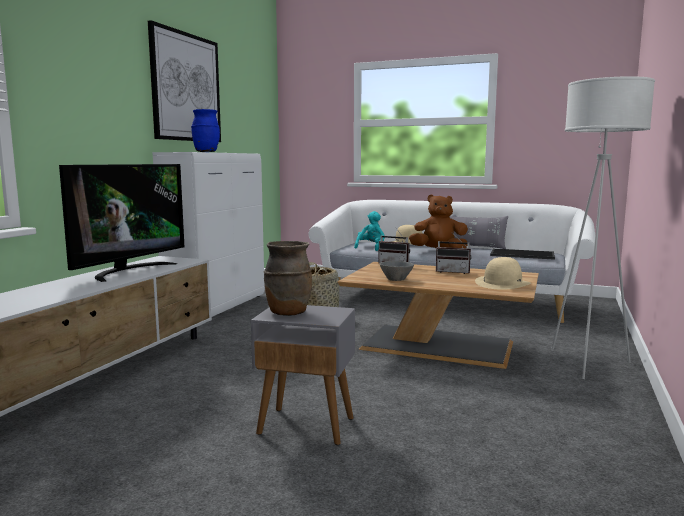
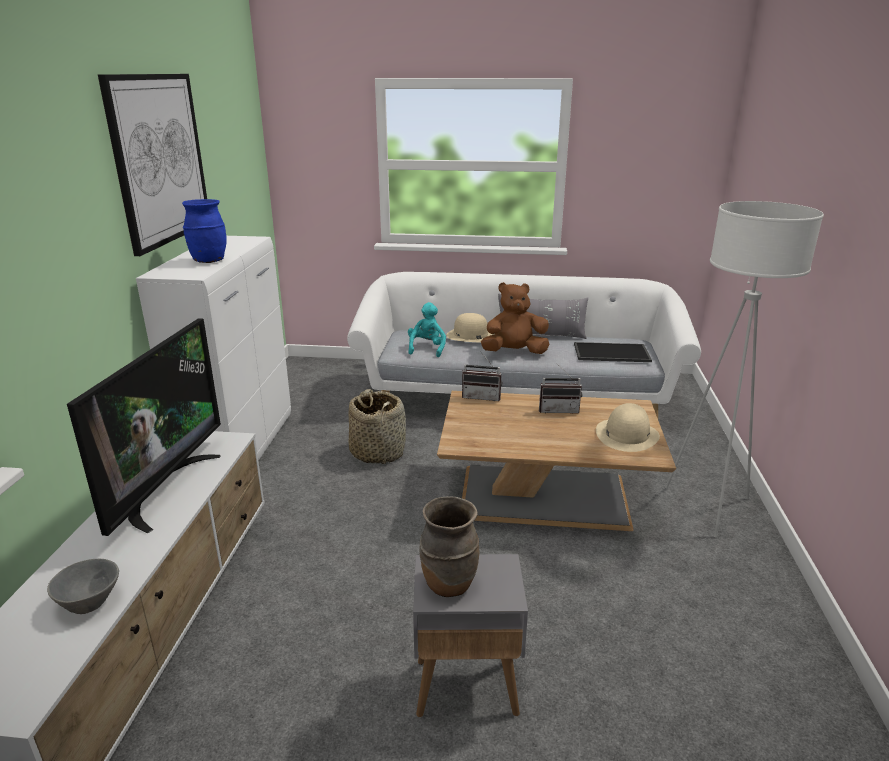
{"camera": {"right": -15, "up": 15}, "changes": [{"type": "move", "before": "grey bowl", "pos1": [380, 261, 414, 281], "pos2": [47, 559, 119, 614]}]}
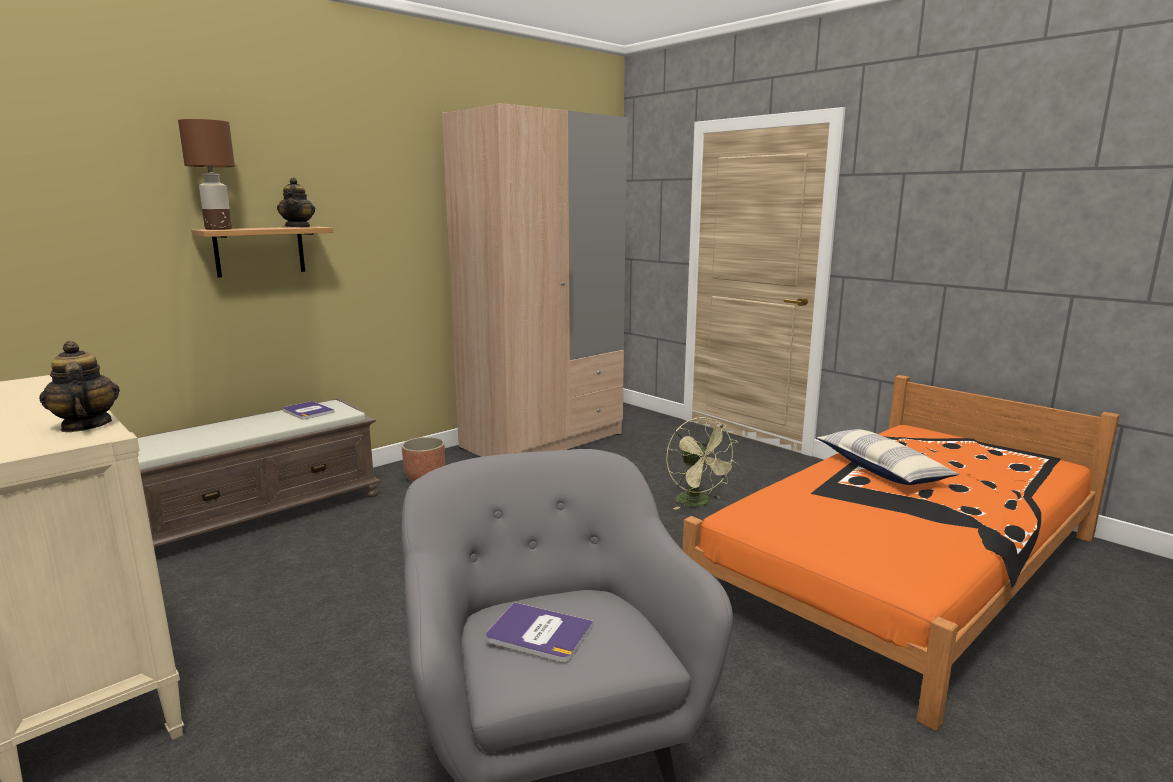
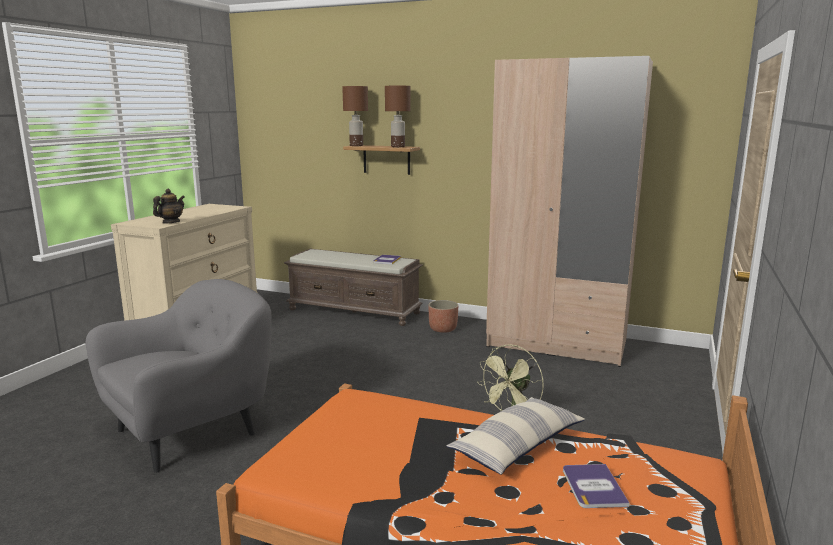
{"camera": {"right": 65, "up": 0}, "changes": [{"type": "replace", "before": "teapot", "after": "brown table lamp", "pos1": [277, 178, 315, 228], "pos2": [385, 86, 411, 147]}, {"type": "move", "before": "book", "pos1": [486, 602, 593, 662], "pos2": [563, 464, 630, 508]}]}
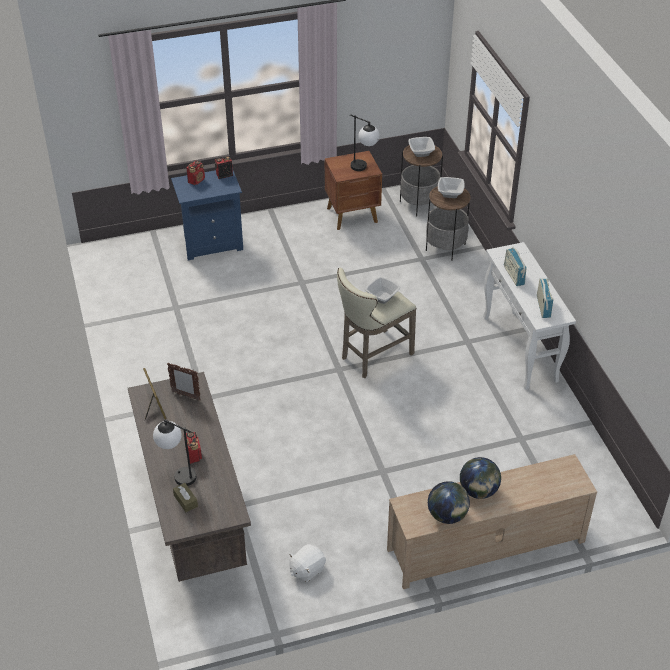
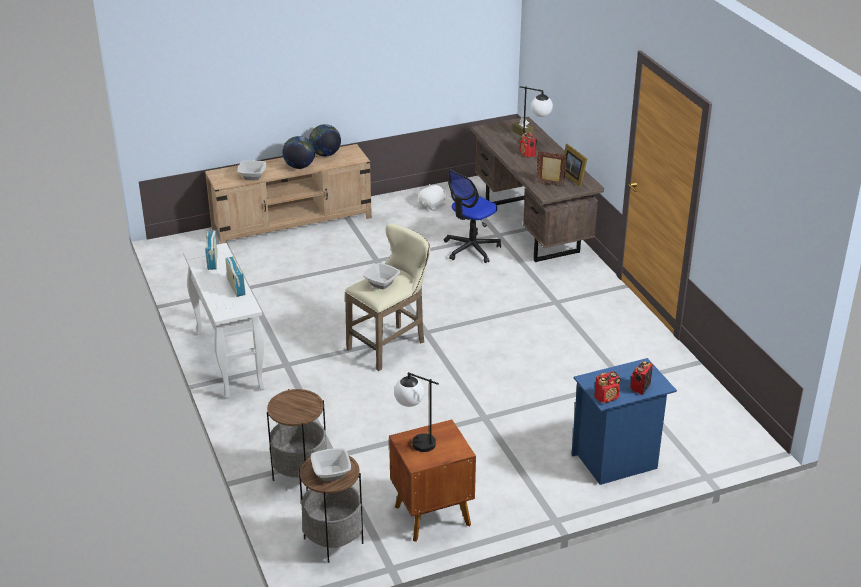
{"camera": {"right": 175, "up": -10}, "changes": [{"type": "move", "before": "bowl", "pos1": [438, 177, 465, 198], "pos2": [238, 160, 266, 180]}, {"type": "insert", "after": "office chair", "pos2": [444, 169, 501, 263]}]}
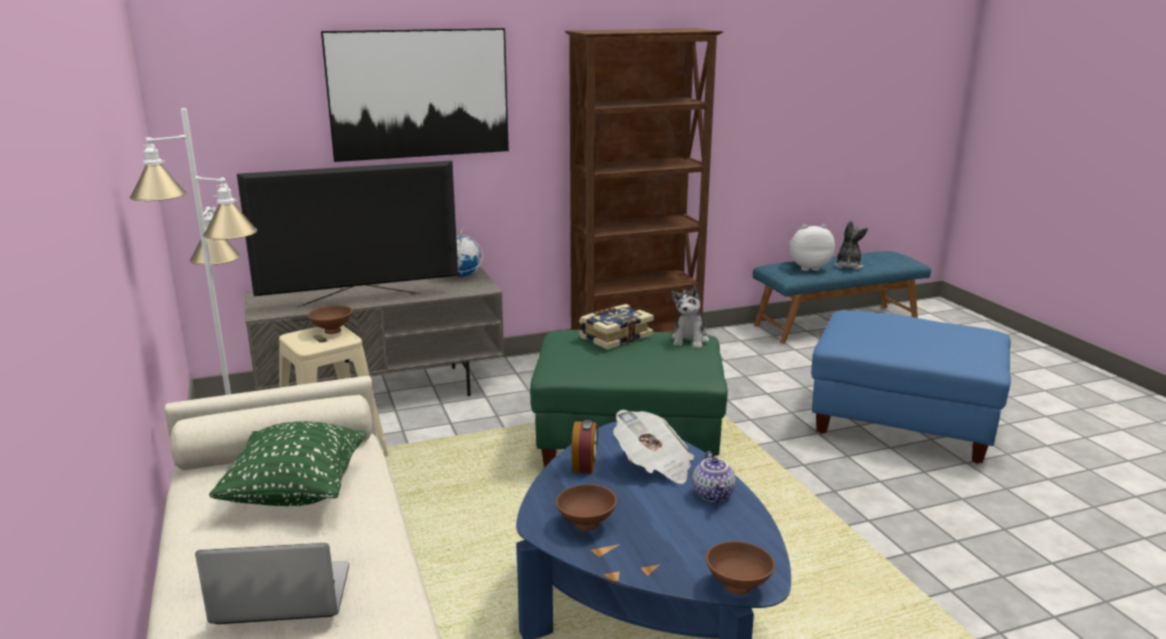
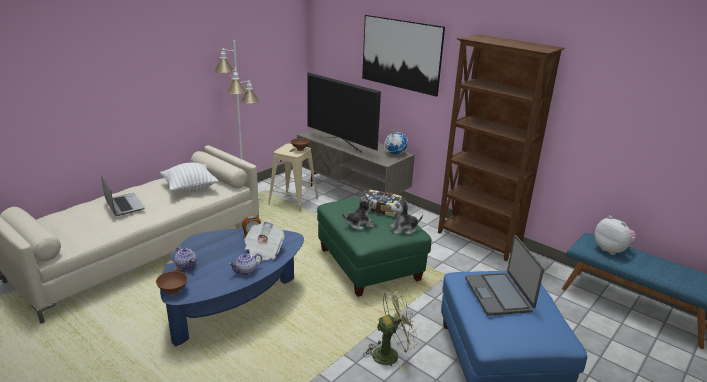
{"camera": {"right": 60, "up": 5}, "changes": [{"type": "move", "before": "plush toy", "pos1": [834, 220, 868, 270], "pos2": [342, 191, 377, 230]}, {"type": "recolor", "before": "green pillow", "after": "white pillow", "pos1": [209, 421, 366, 506], "pos2": [160, 163, 219, 193]}, {"type": "delete", "before": "brown bowl", "pos1": [556, 484, 617, 531]}, {"type": "insert", "after": "laptop", "pos2": [465, 235, 544, 316]}, {"type": "insert", "after": "teapot", "pos2": [175, 246, 197, 270]}, {"type": "insert", "after": "green fan", "pos2": [363, 290, 419, 370]}]}
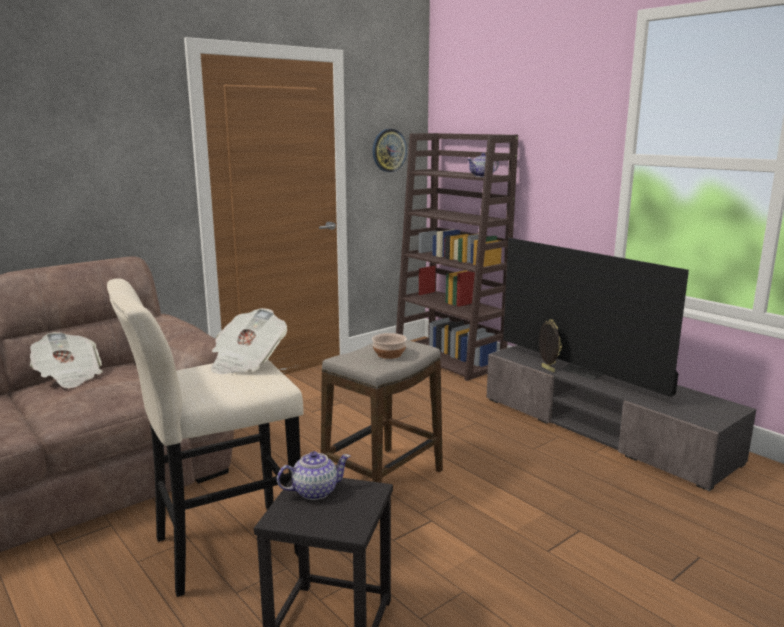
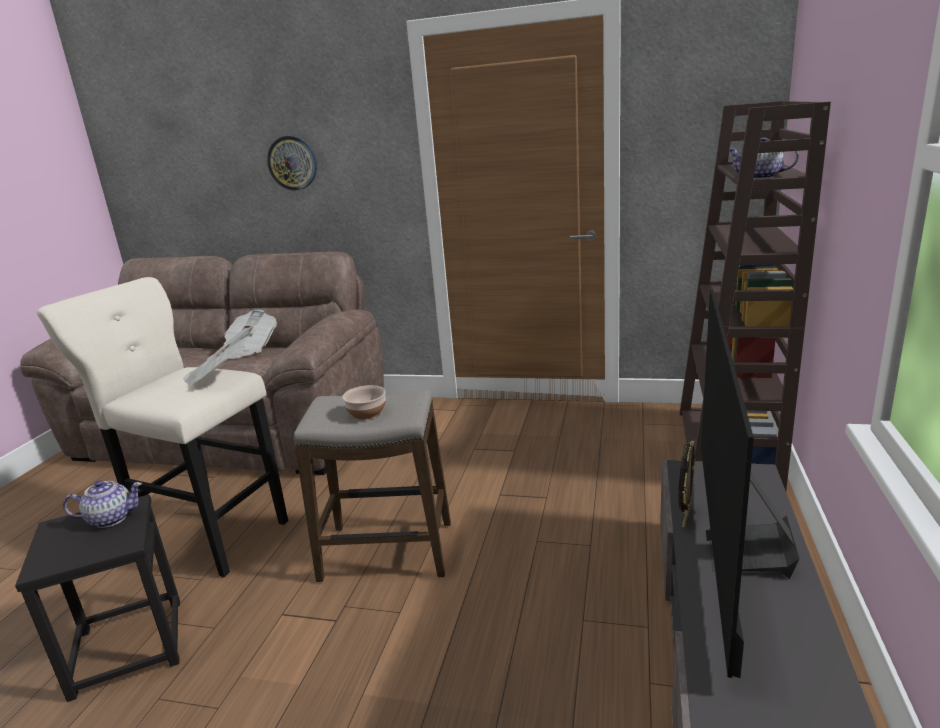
{"camera": {"right": 55, "up": 5}, "changes": [{"type": "move", "before": "wall clock", "pos1": [373, 129, 407, 172], "pos2": [267, 136, 317, 191]}, {"type": "rotate", "before": "teapot", "pos1": [277, 451, 350, 500], "pos2": [63, 480, 142, 528], "turn": -45}]}
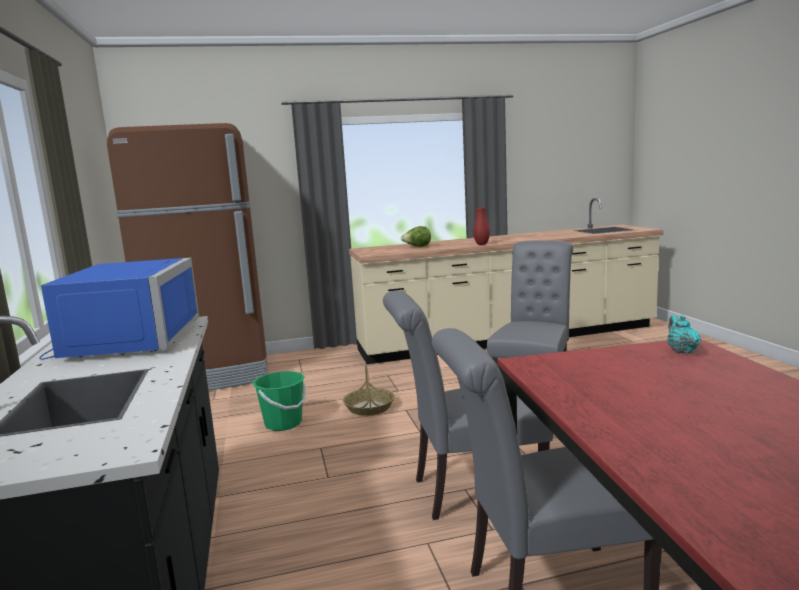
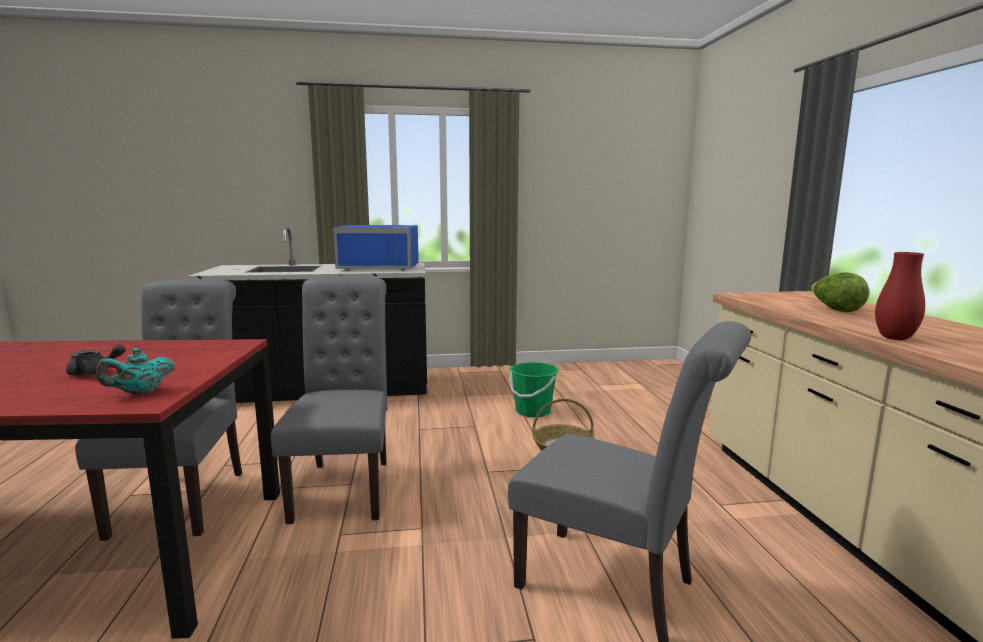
{"camera": {"right": 95, "up": 0}, "changes": [{"type": "delete", "before": "brown fridge", "pos1": [107, 123, 268, 390]}, {"type": "rotate", "before": "turquoise teapot", "pos1": [667, 315, 701, 353], "pos2": [96, 348, 175, 395], "turn": 135}, {"type": "insert", "after": "grey teapot", "pos2": [66, 345, 126, 376]}]}
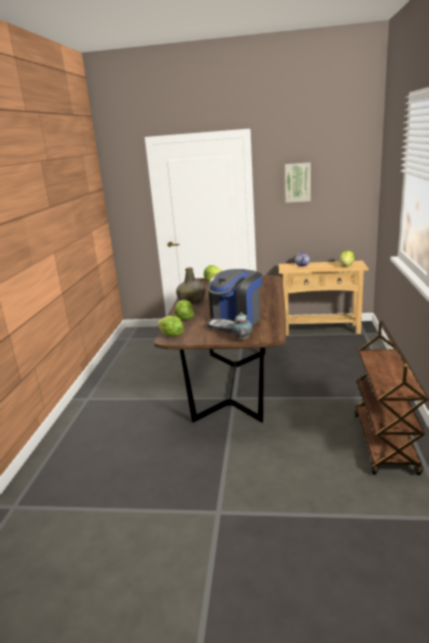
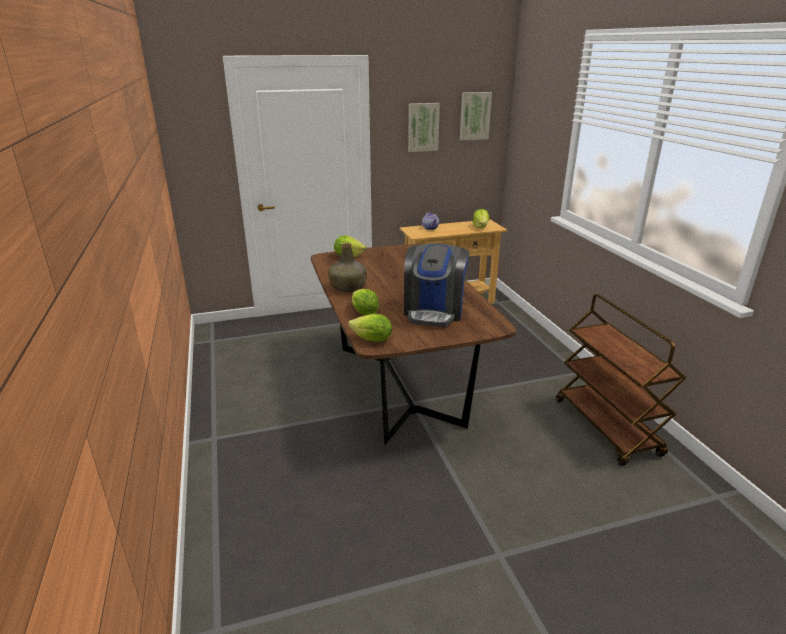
{"camera": {"right": -25, "up": 5}, "changes": [{"type": "delete", "before": "teapot", "pos1": [232, 312, 252, 340]}, {"type": "insert", "after": "picture", "pos2": [460, 92, 492, 140]}]}
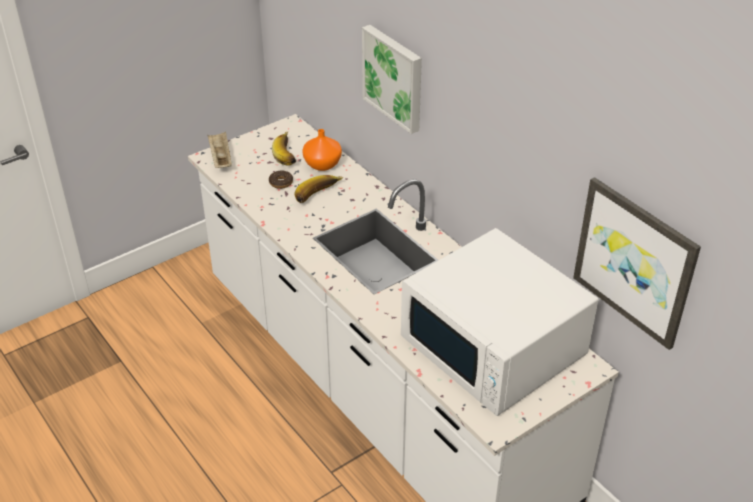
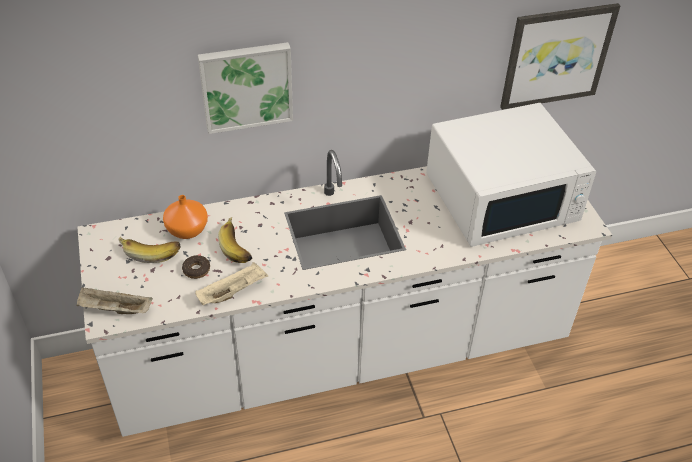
{"camera": {"right": -70, "up": 5}, "changes": [{"type": "insert", "after": "beige tray", "pos2": [195, 262, 269, 305]}]}
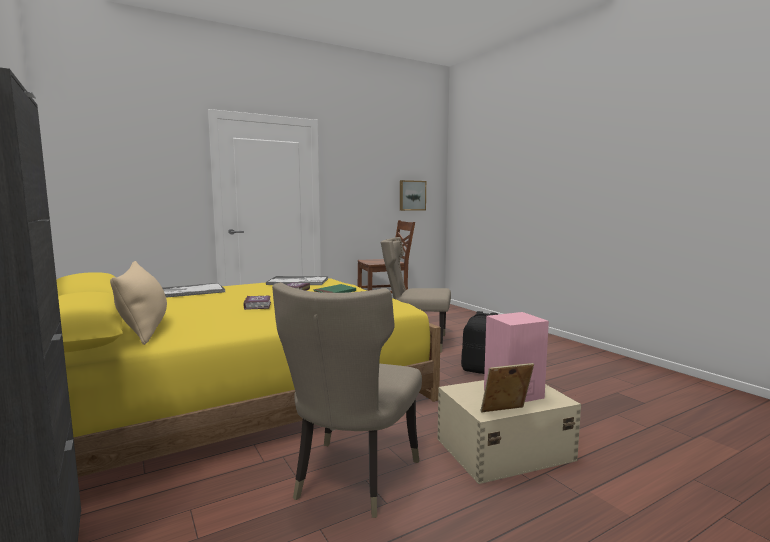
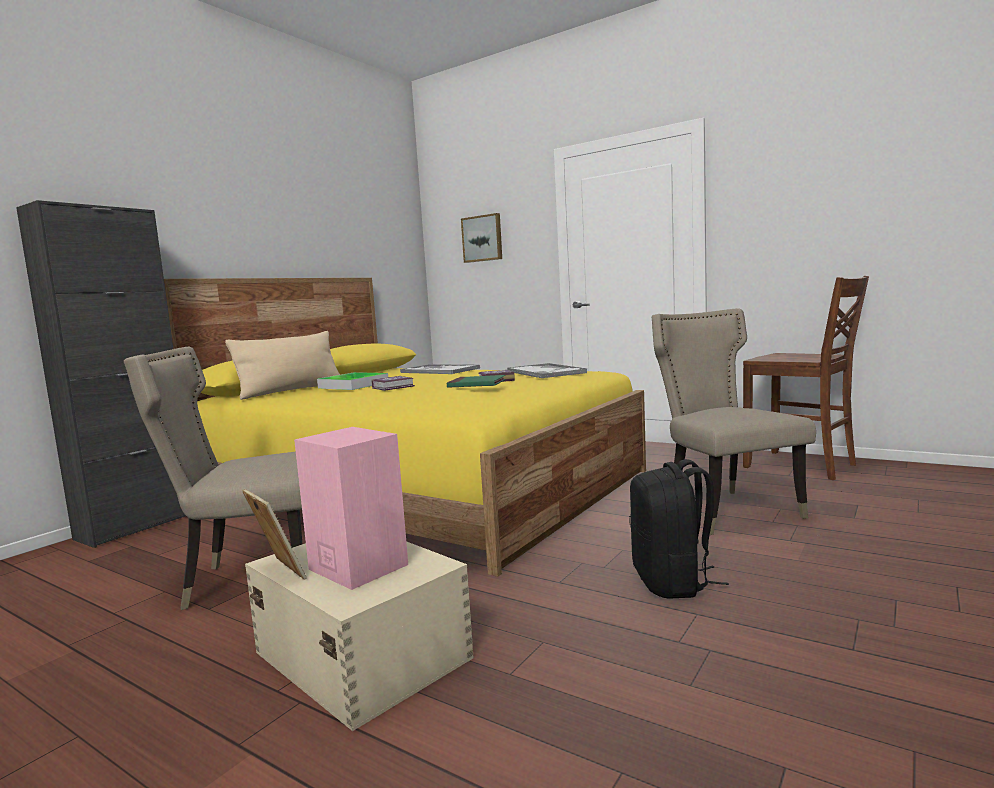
{"camera": {"right": 65, "up": 0}, "changes": [{"type": "move", "before": "picture", "pos1": [400, 180, 426, 211], "pos2": [461, 213, 502, 263]}, {"type": "insert", "after": "tray", "pos2": [317, 372, 388, 390]}]}
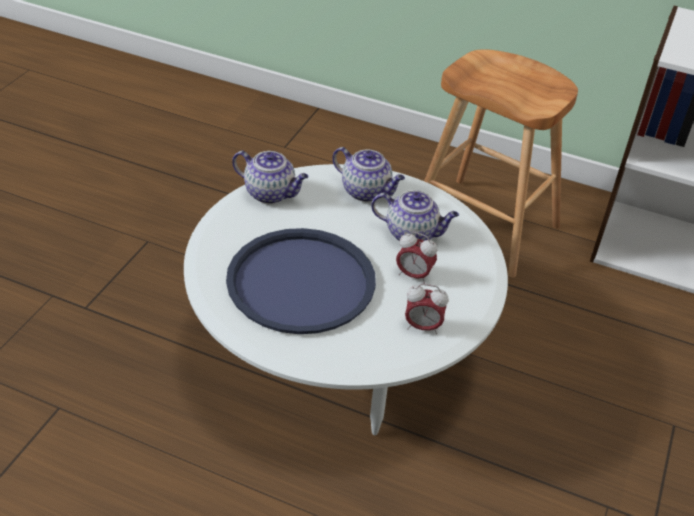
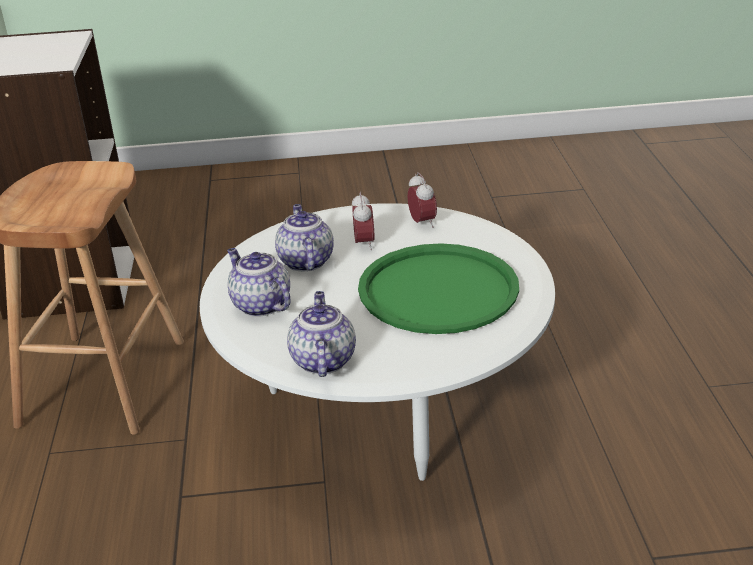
{"camera": {"right": -115, "up": -10}, "changes": [{"type": "rotate", "before": "teapot", "pos1": [332, 147, 405, 202], "pos2": [227, 248, 291, 317], "turn": -45}, {"type": "recolor", "before": "blue tray", "after": "green tray", "pos1": [226, 228, 376, 334], "pos2": [358, 243, 519, 334]}]}
